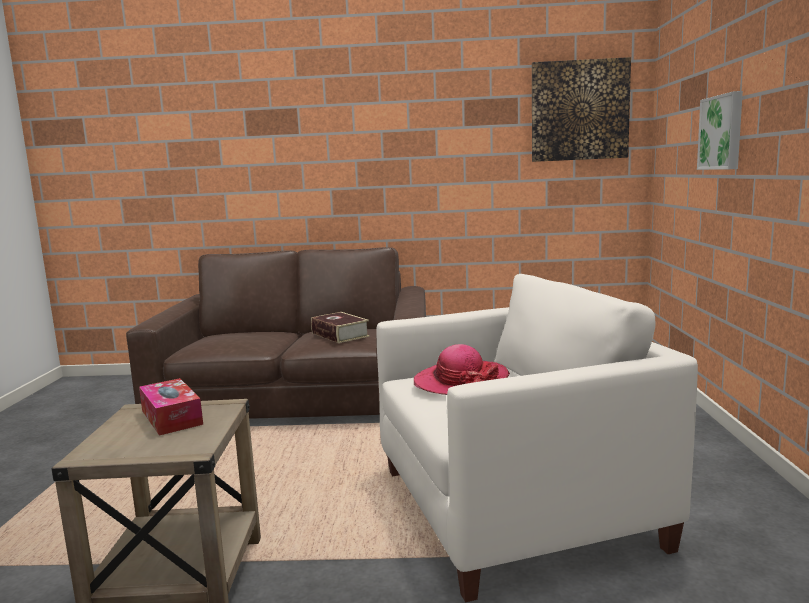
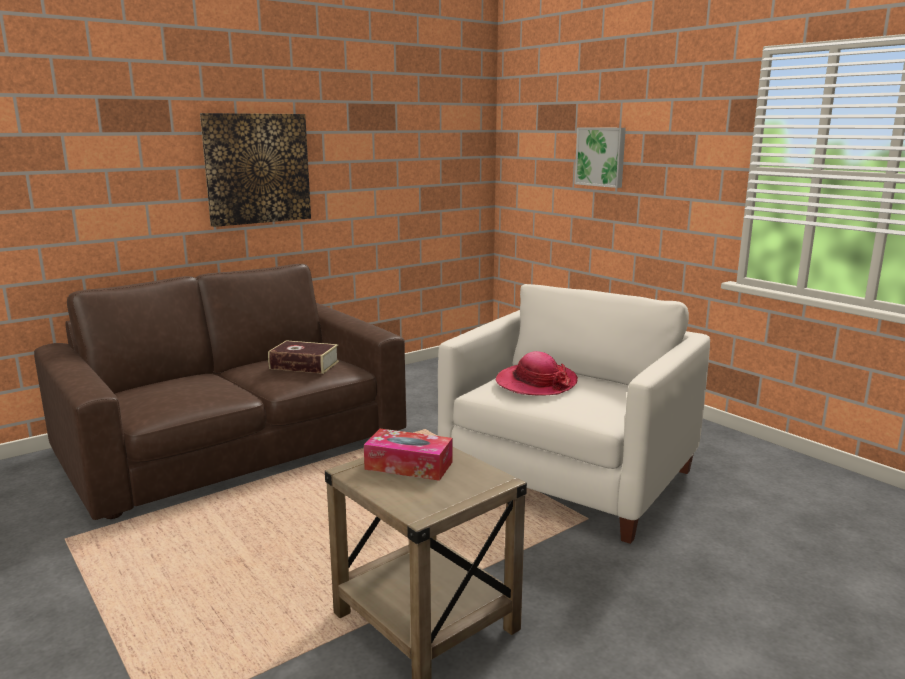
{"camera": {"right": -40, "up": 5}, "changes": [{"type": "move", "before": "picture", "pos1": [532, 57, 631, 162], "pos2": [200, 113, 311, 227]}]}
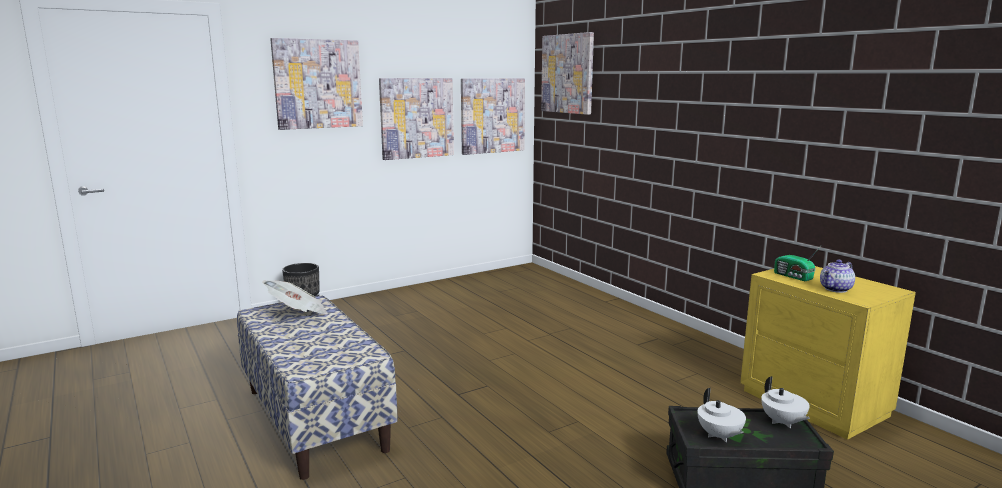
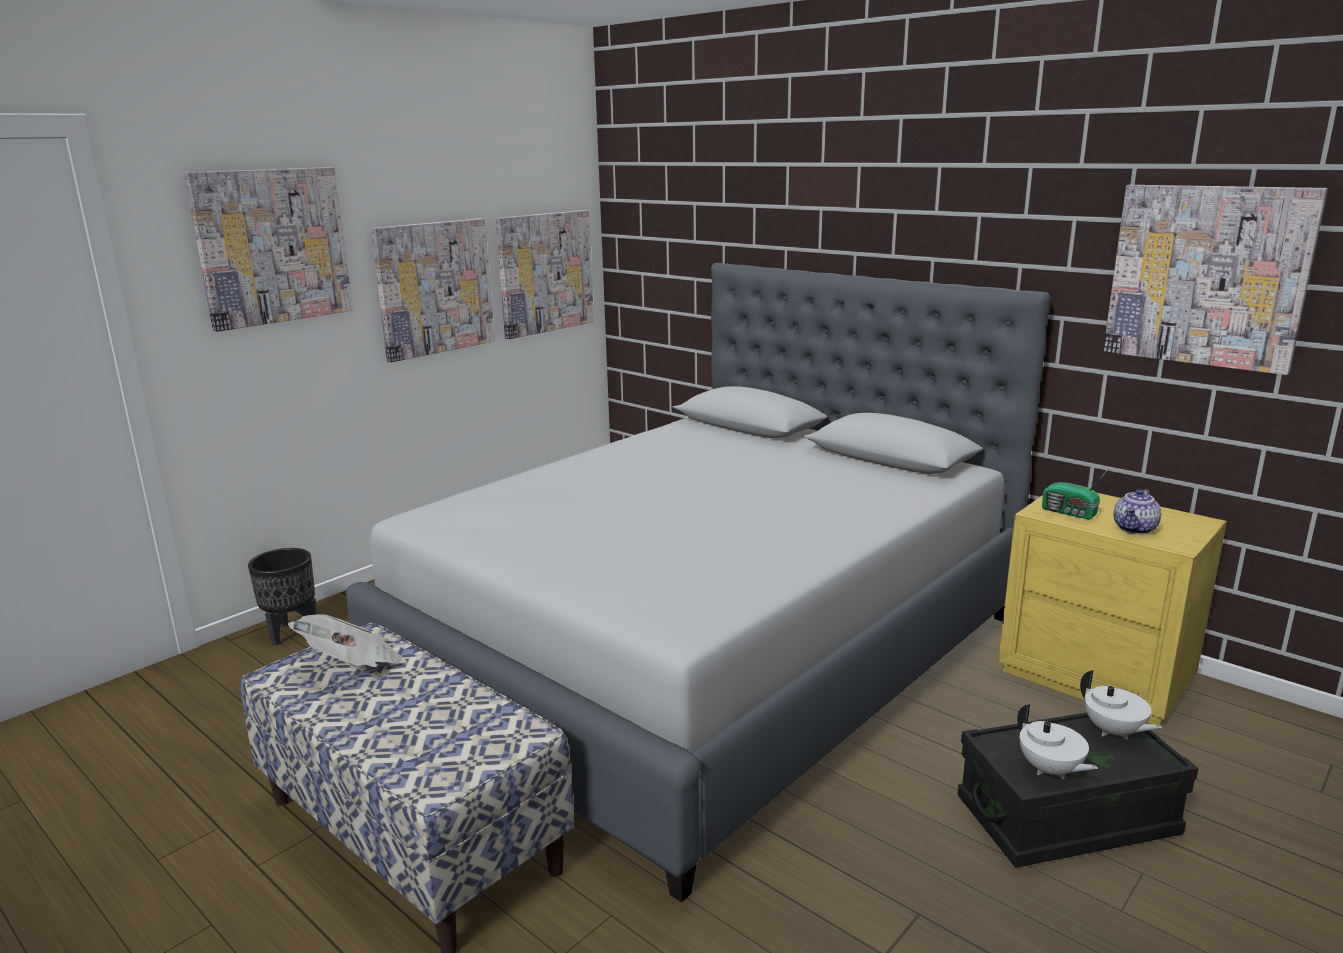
{"camera": {"right": -15, "up": 5}, "changes": [{"type": "move", "before": "picture", "pos1": [541, 32, 594, 115], "pos2": [1103, 185, 1328, 375]}, {"type": "insert", "after": "grey bed", "pos2": [346, 263, 1051, 903]}]}
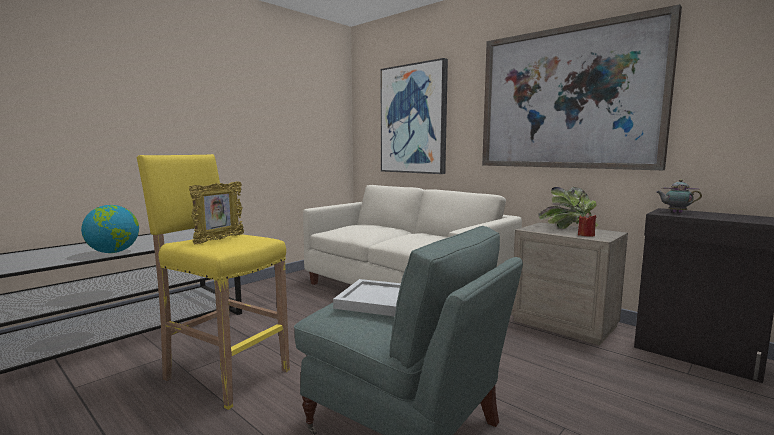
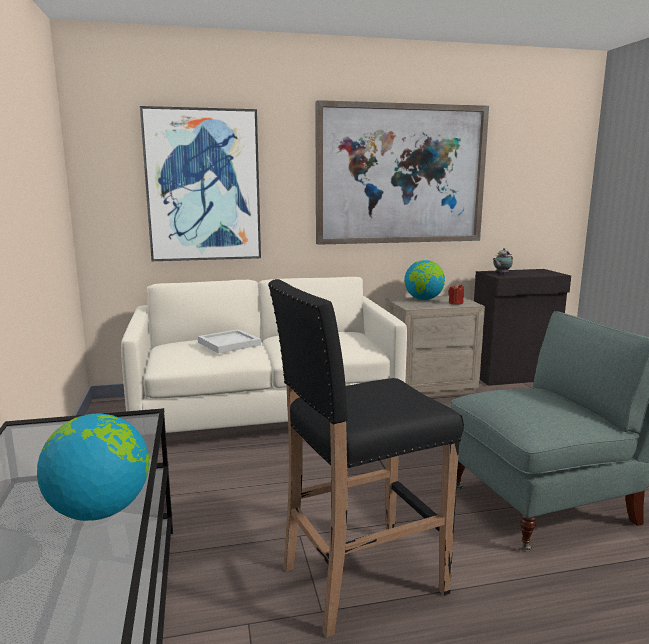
{"camera": {"right": -55, "up": 5}, "changes": [{"type": "recolor", "before": "yellow stool", "after": "black stool", "pos1": [137, 154, 290, 410], "pos2": [268, 279, 464, 638]}, {"type": "delete", "before": "picture frame", "pos1": [189, 182, 244, 245]}, {"type": "replace", "before": "potted plant", "after": "globe", "pos1": [538, 187, 598, 229], "pos2": [404, 260, 445, 300]}, {"type": "move", "before": "white tray", "pos1": [333, 279, 401, 316], "pos2": [198, 329, 261, 354]}]}
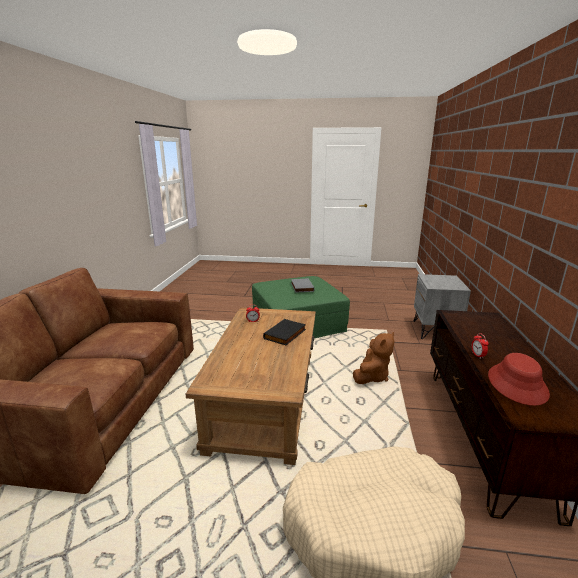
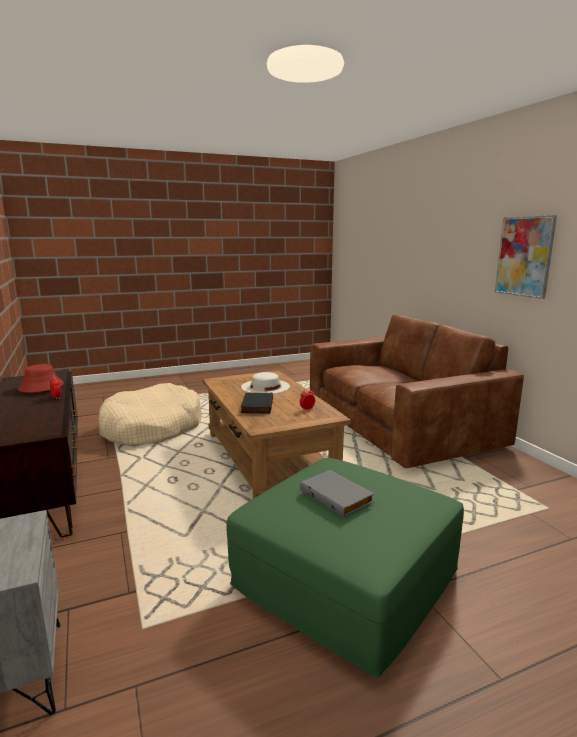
{"camera": {"right": 150, "up": -5}, "changes": [{"type": "delete", "before": "brown plush toy", "pos1": [353, 332, 395, 384]}, {"type": "insert", "after": "picture", "pos2": [495, 215, 557, 299]}, {"type": "insert", "after": "white hat", "pos2": [241, 372, 290, 394]}]}
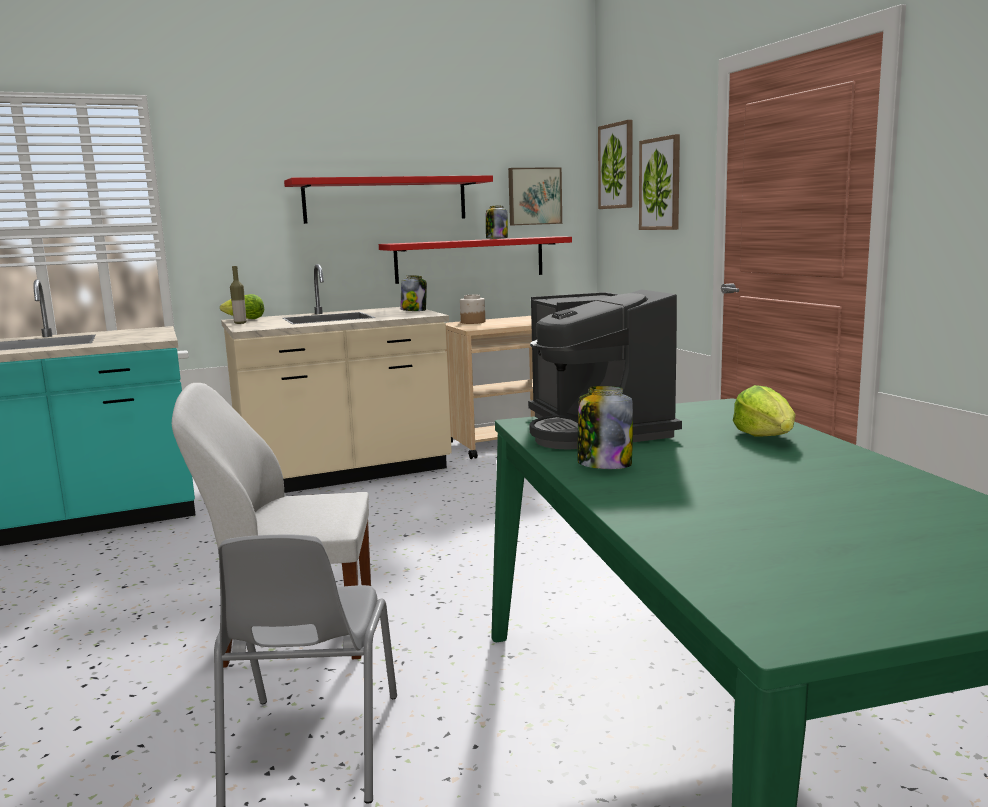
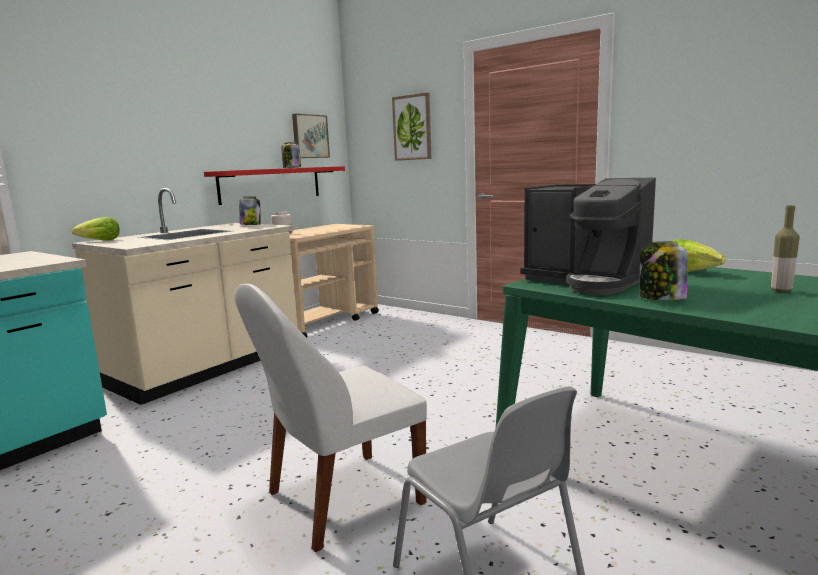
{"camera": {"right": -30, "up": 0}, "changes": [{"type": "delete", "before": "picture", "pos1": [598, 120, 632, 209]}, {"type": "delete", "before": "red shelf", "pos1": [284, 175, 493, 224]}, {"type": "move", "before": "bottle", "pos1": [230, 266, 246, 324], "pos2": [771, 206, 800, 293]}]}
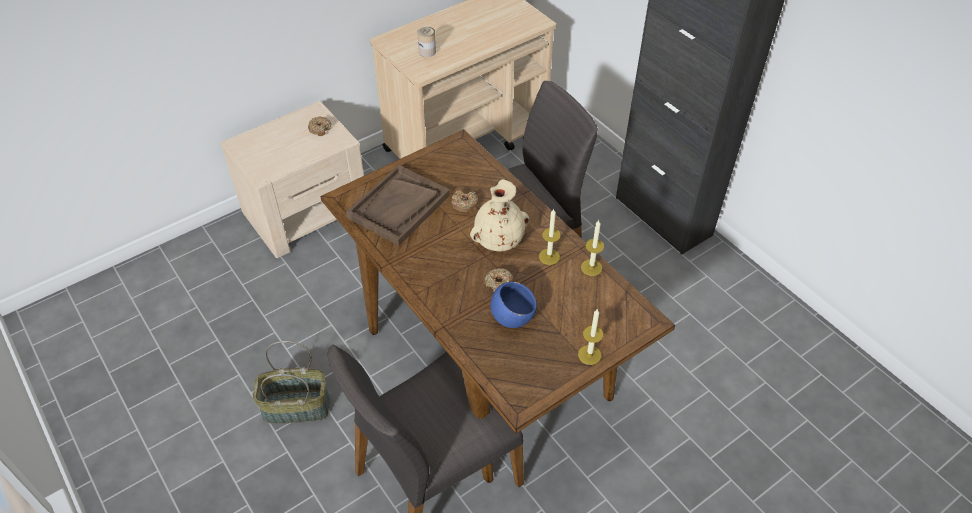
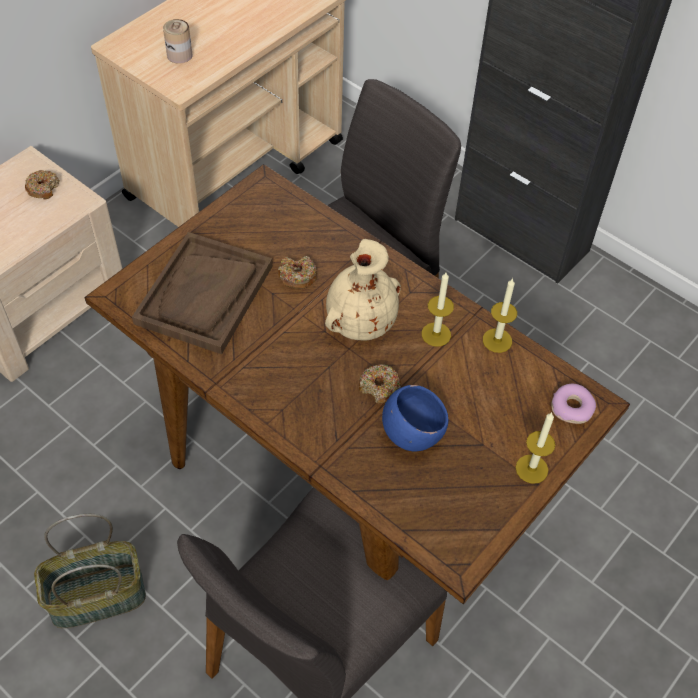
{"camera": {"right": -15, "up": 5}, "changes": [{"type": "insert", "after": "donut", "pos2": [551, 384, 596, 424]}]}
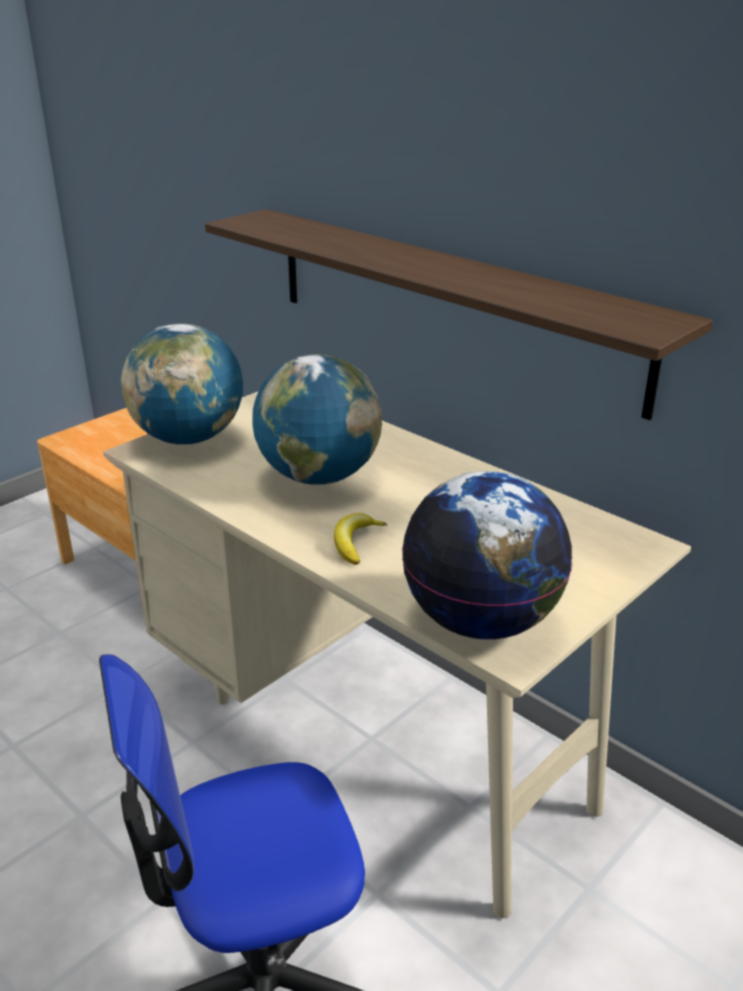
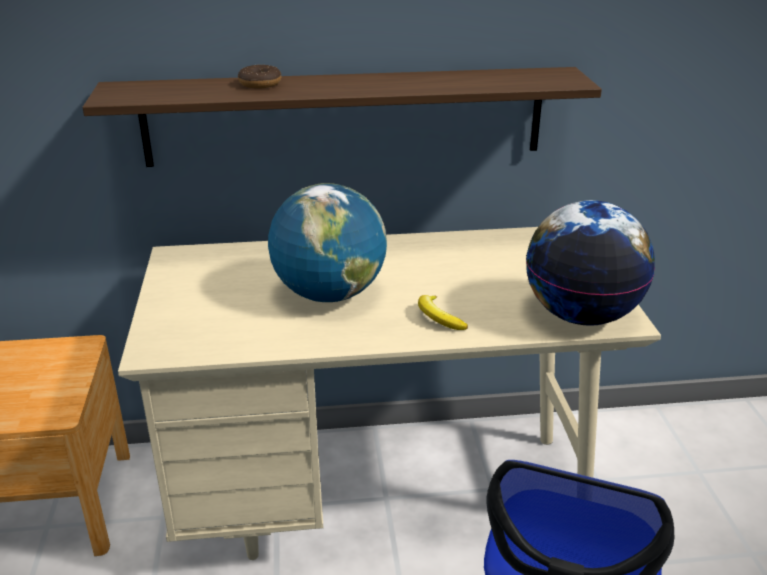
{"camera": {"right": -50, "up": 0}, "changes": [{"type": "delete", "before": "globe", "pos1": [121, 324, 243, 445]}, {"type": "insert", "after": "donut", "pos2": [238, 65, 281, 88]}]}
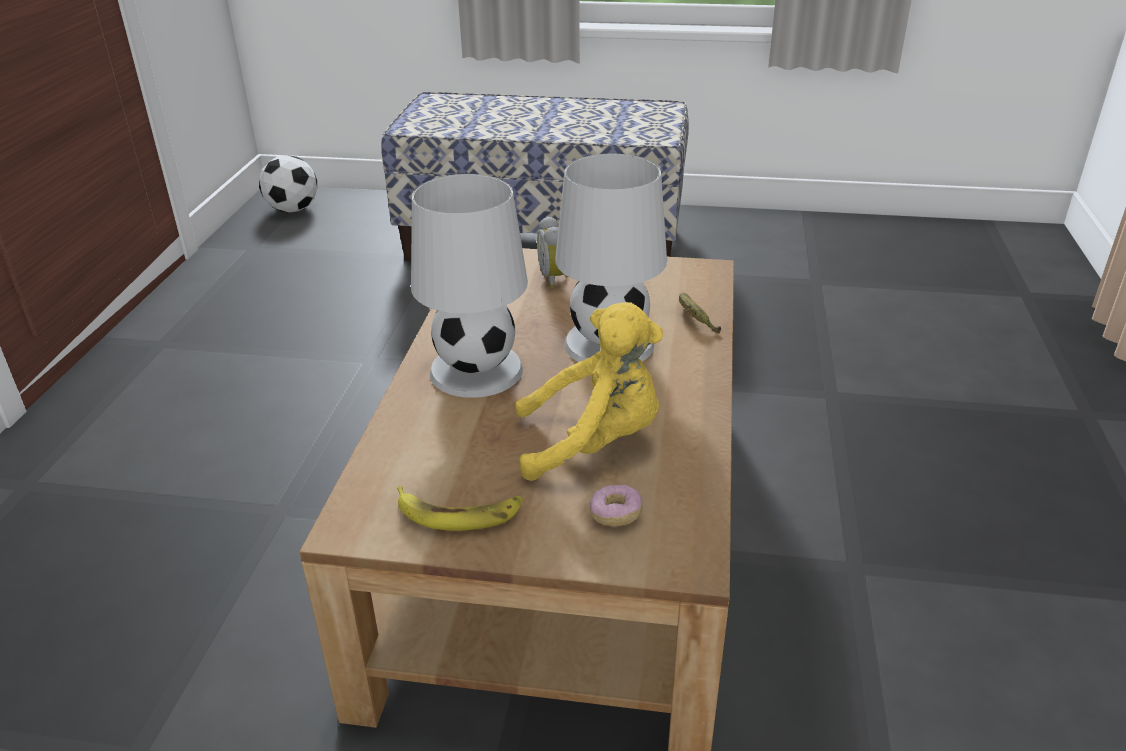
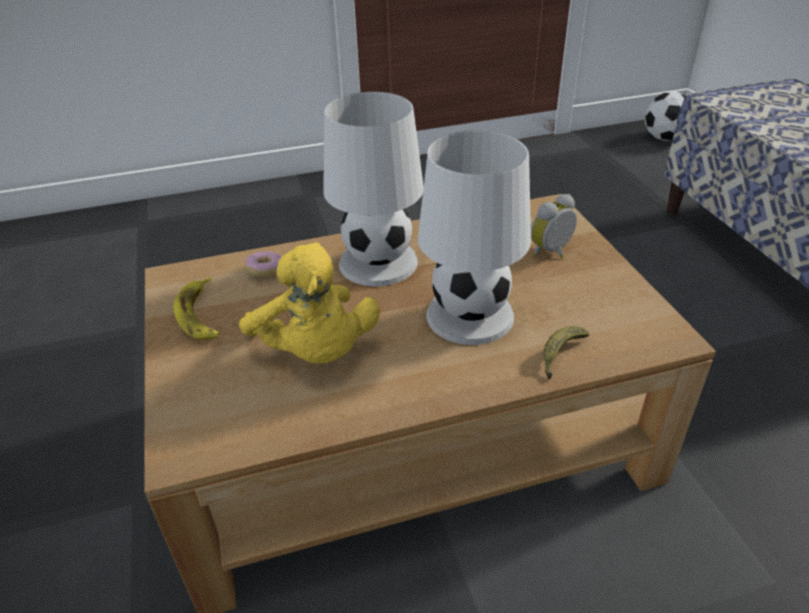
{"camera": {"right": 65, "up": 5}, "changes": [{"type": "move", "before": "donut", "pos1": [590, 485, 643, 526], "pos2": [245, 251, 281, 277]}]}
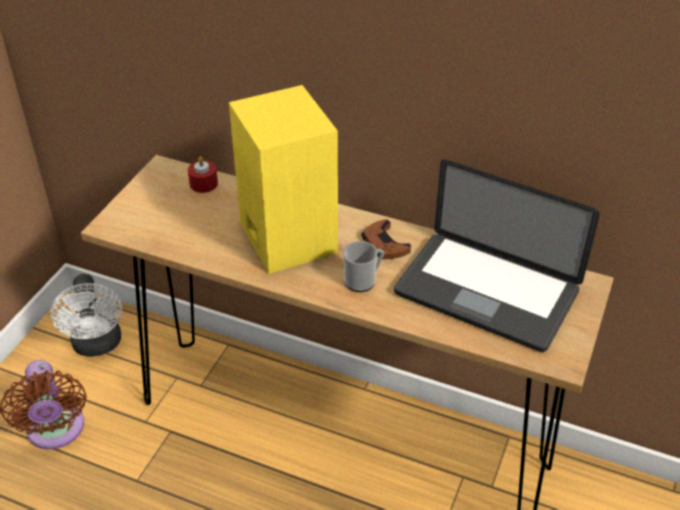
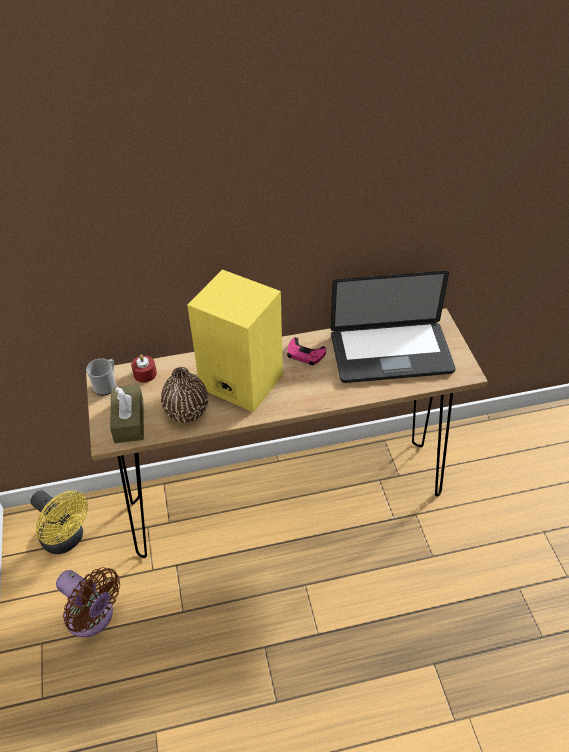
{"camera": {"right": -35, "up": 5}, "changes": [{"type": "recolor", "before": "brown game controller", "after": "pink game controller", "pos1": [361, 219, 411, 259], "pos2": [287, 337, 326, 365]}, {"type": "move", "before": "mug", "pos1": [343, 241, 384, 292], "pos2": [86, 358, 116, 395]}, {"type": "recolor", "before": "white fan", "after": "yellow fan", "pos1": [50, 274, 122, 357], "pos2": [30, 490, 88, 554]}, {"type": "insert", "after": "brown vase", "pos2": [161, 367, 208, 423]}, {"type": "insert", "after": "brown tissue box", "pos2": [110, 385, 144, 443]}]}
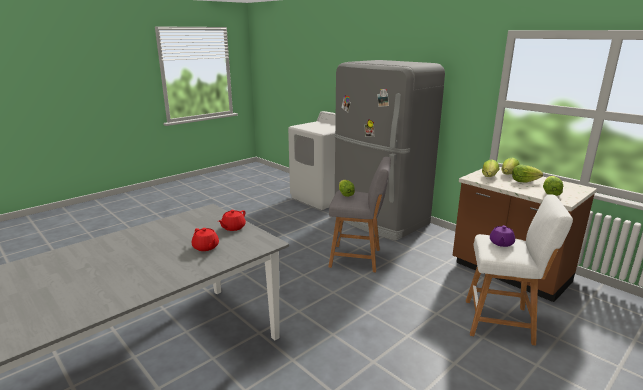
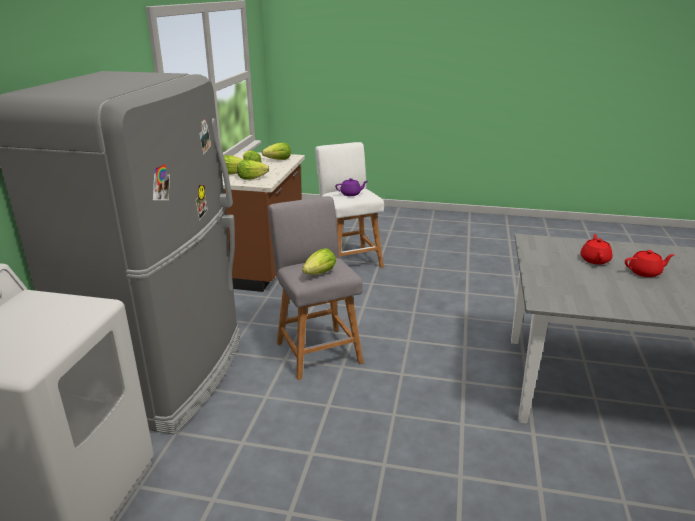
{"camera": {"right": -125, "up": 5}, "changes": [{"type": "move", "before": "red teapot", "pos1": [218, 210, 246, 231], "pos2": [625, 250, 674, 277]}]}
